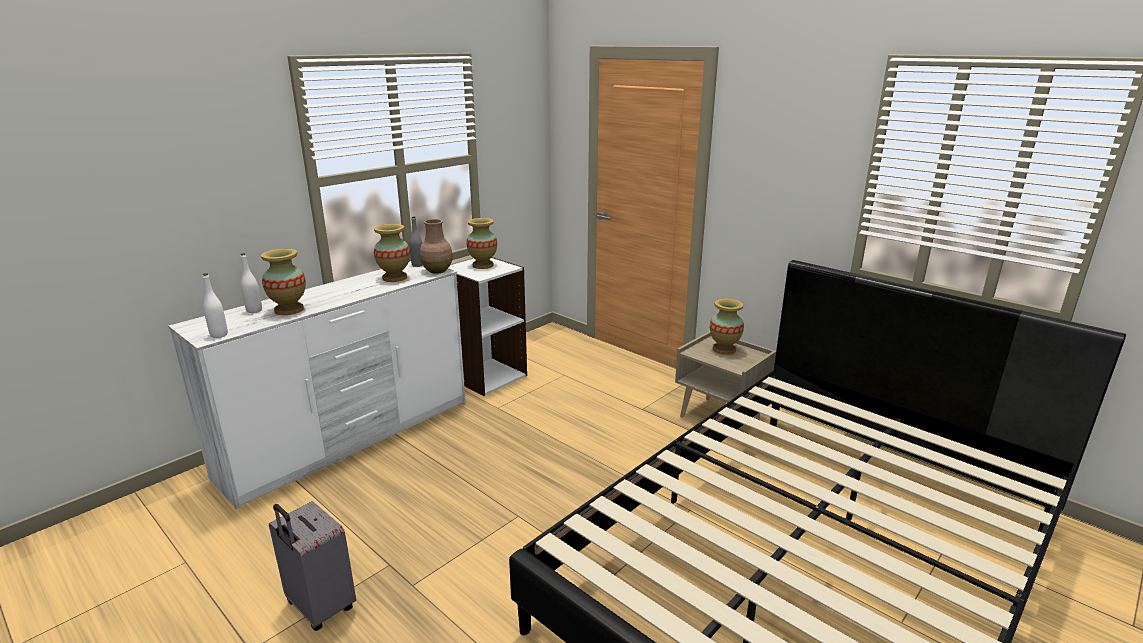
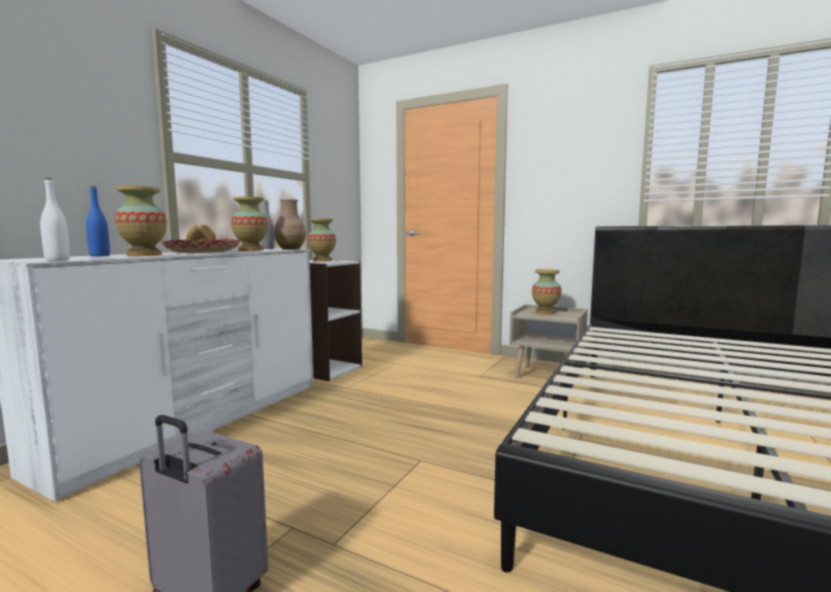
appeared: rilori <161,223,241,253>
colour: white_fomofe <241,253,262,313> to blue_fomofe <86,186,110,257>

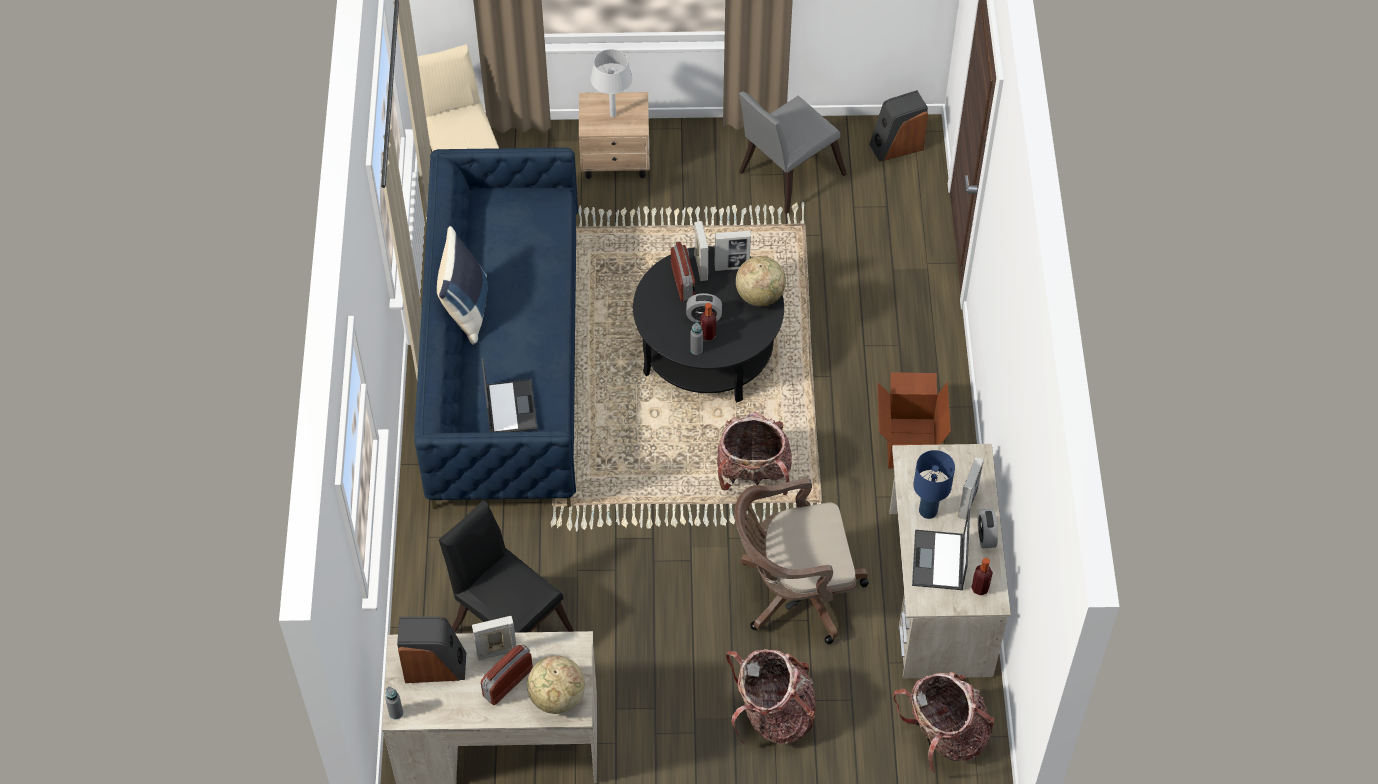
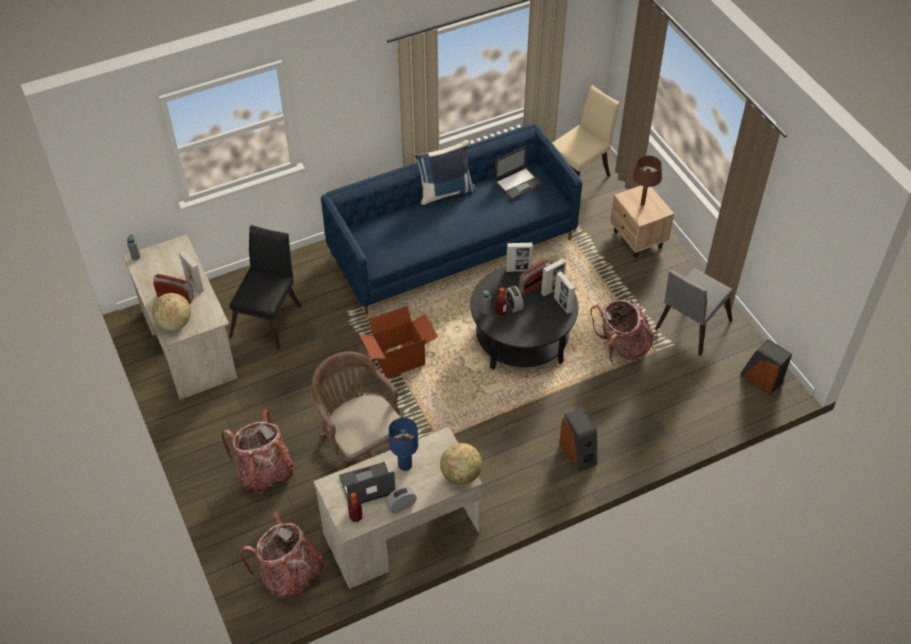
relocated: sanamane <736,256,786,307> to <440,443,482,485>; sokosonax <482,358,538,432> to <494,145,543,200>; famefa <877,372,951,469> to <360,306,438,379>; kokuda <717,411,792,496> to <590,299,654,365>; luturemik <958,457,984,520> to <506,242,533,272>; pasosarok <397,616,466,683> to <559,407,597,472>
colour: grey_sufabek <591,49,632,117> to brown_sufabek <632,155,662,206>
spun: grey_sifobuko <739,92,847,214> = <655,268,733,356> 75 degrees counterclockwise

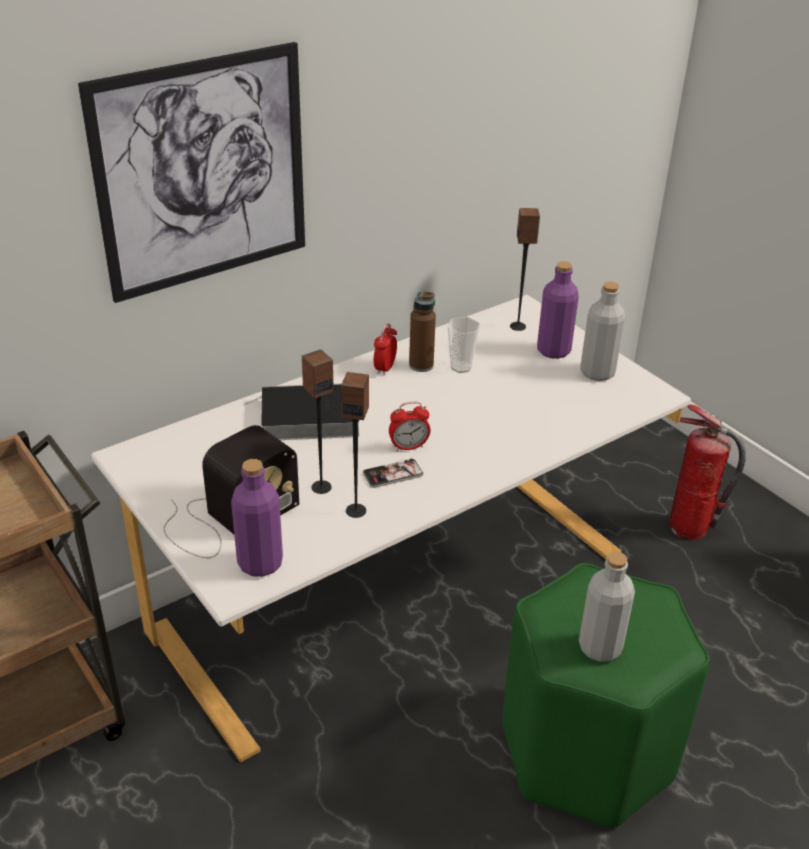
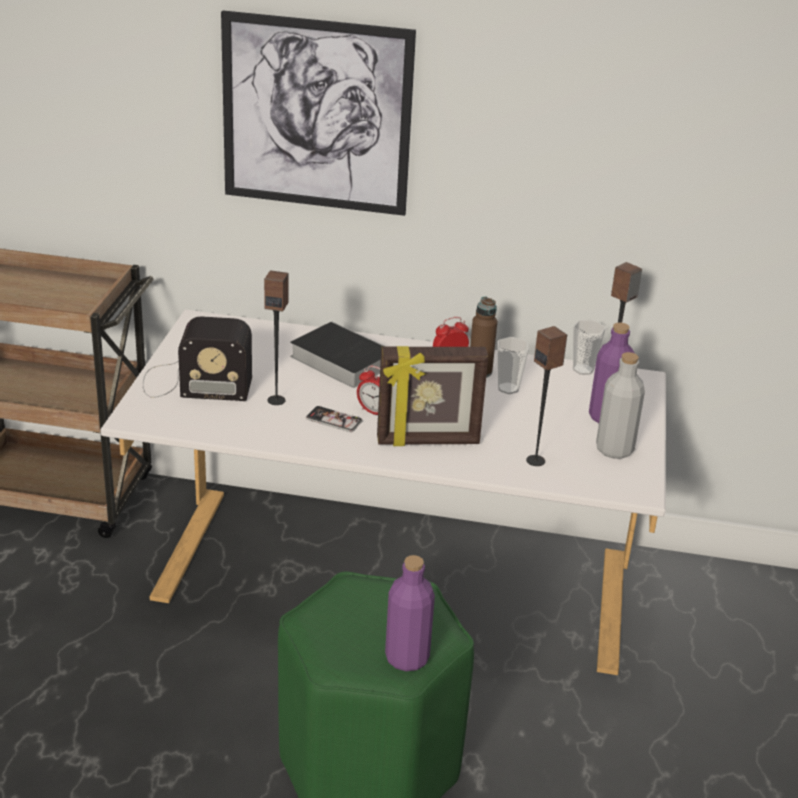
missing: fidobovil <669,404,746,540>; grey_fomofe <579,552,635,662>
appeared: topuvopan <573,320,606,375>; luturemik <377,346,488,446>
relocated: pasosarok <341,372,369,518> to <526,326,567,466>; purple_fomofe <231,459,283,577> to <385,555,435,671>

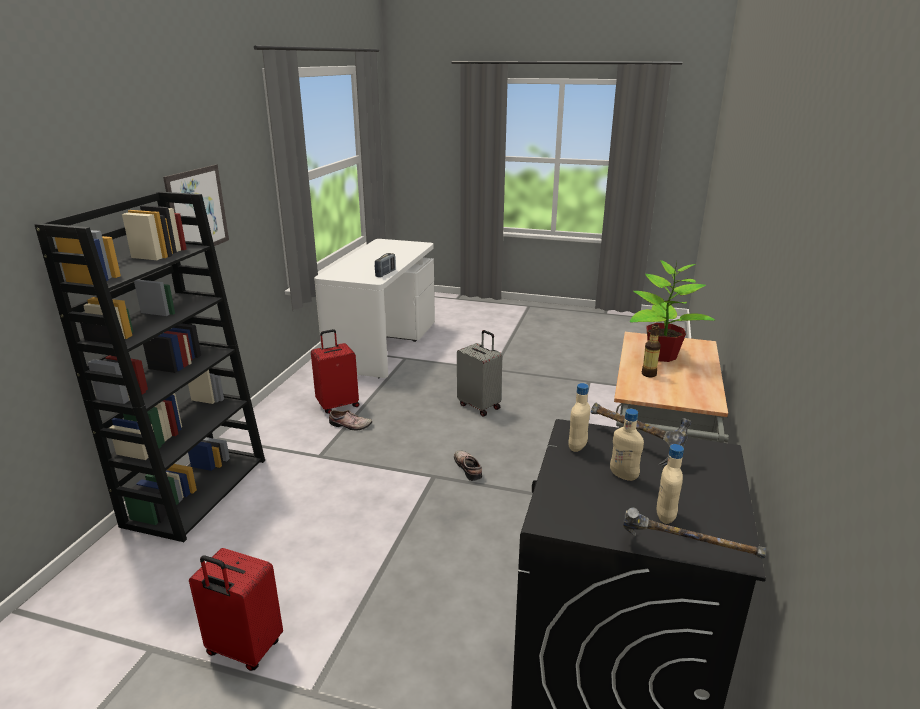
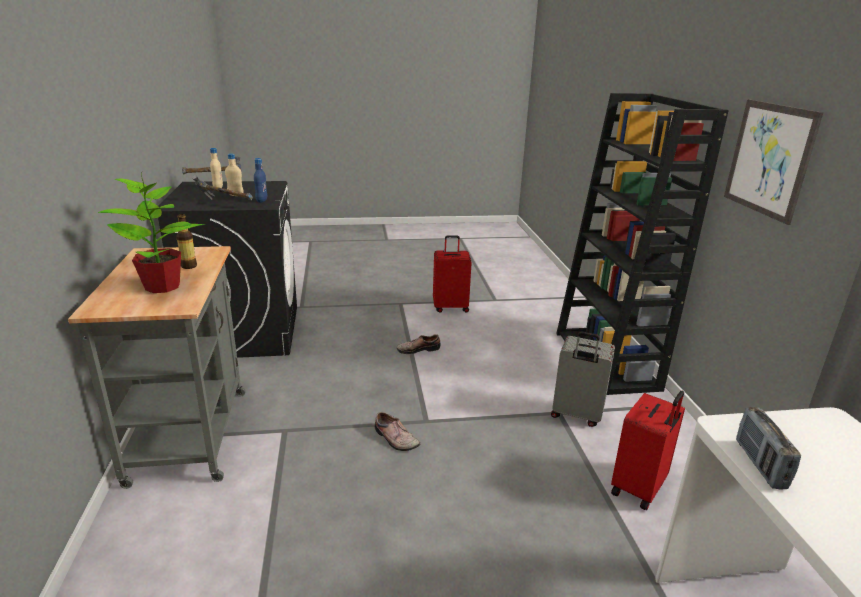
relocated: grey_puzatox <457,330,502,416> to <551,331,615,427>; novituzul <329,410,372,430> to <397,335,441,354>
colour: beige_fomofe <569,383,590,452> to blue_fomofe <254,158,267,203>

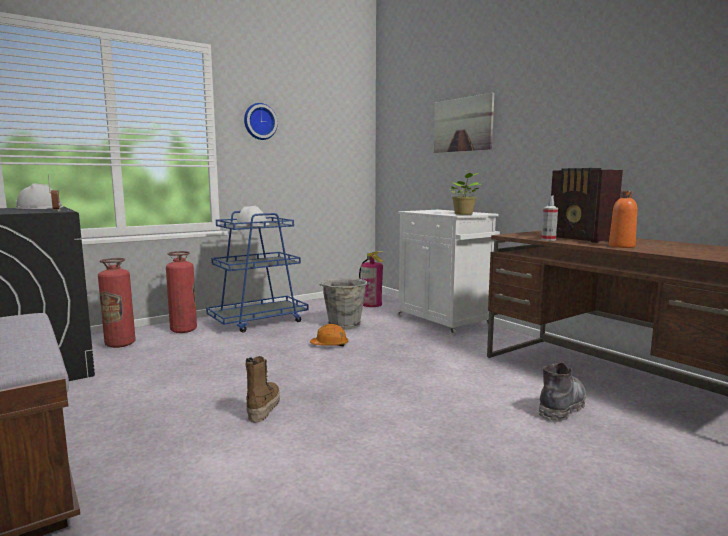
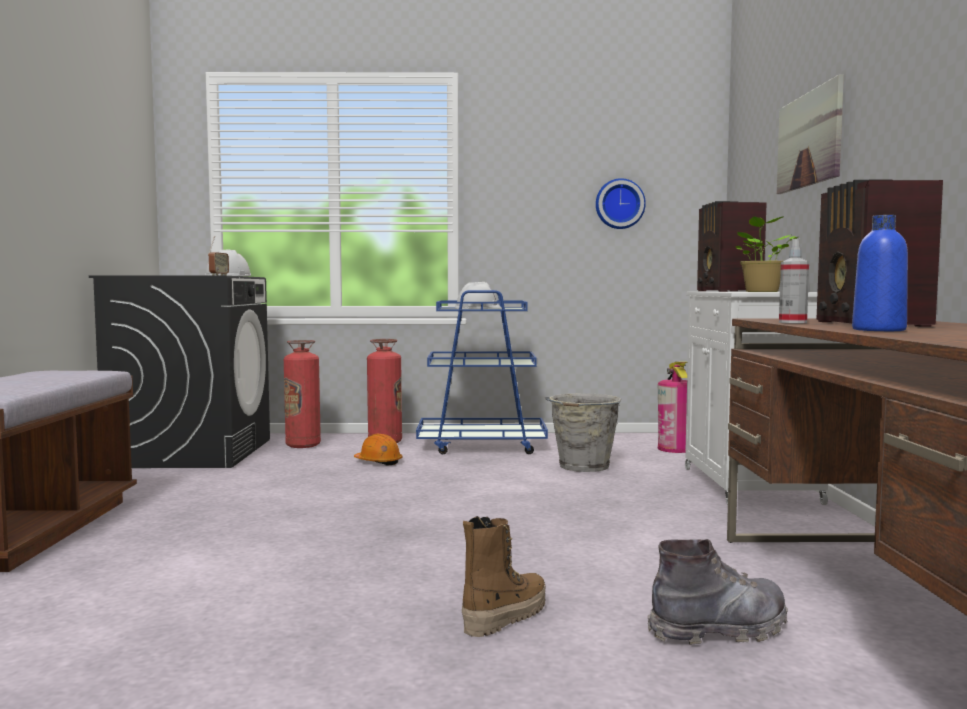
appeared: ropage <697,201,767,292>
relocated: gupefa <244,103,278,140> to <596,178,646,229>; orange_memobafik <310,324,348,346> to <354,434,402,466>; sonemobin <246,356,280,423> to <462,516,546,637>
colour: orange_fomofe <609,191,637,248> to blue_fomofe <852,215,908,331>

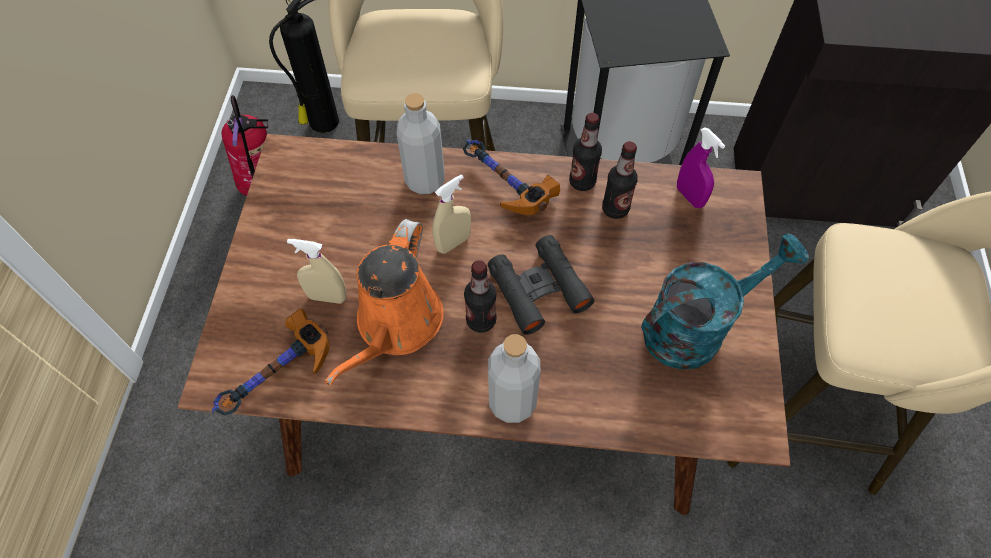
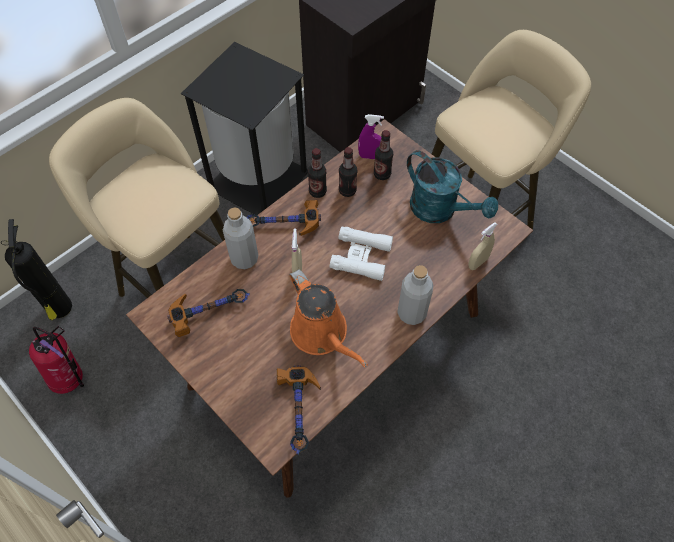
appeared: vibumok <167,289,250,337>
relocated: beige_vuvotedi <287,239,347,304> to <468,222,498,270>; fomofe <464,260,497,333> to <374,130,393,180>
colour: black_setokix <487,235,595,335> to white_setokix <330,226,393,281>
spun: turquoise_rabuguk <641,233,809,370> = <407,150,498,223> 120 degrees clockwise

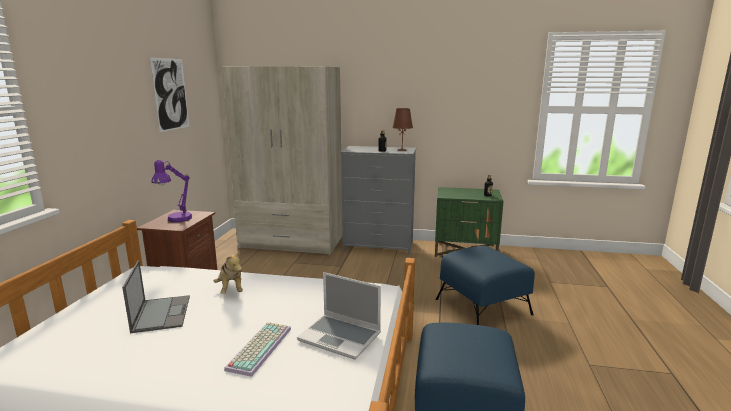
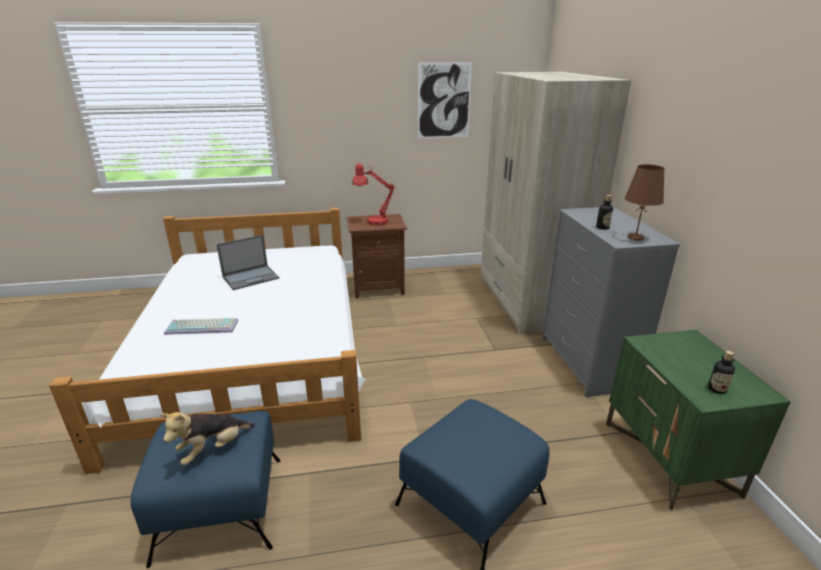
missing: sokosonax <297,272,381,360>
relocated: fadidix <214,250,243,294> to <160,412,255,466>
colour: purple_sufabek <151,160,192,222> to red_sufabek <352,163,395,225>

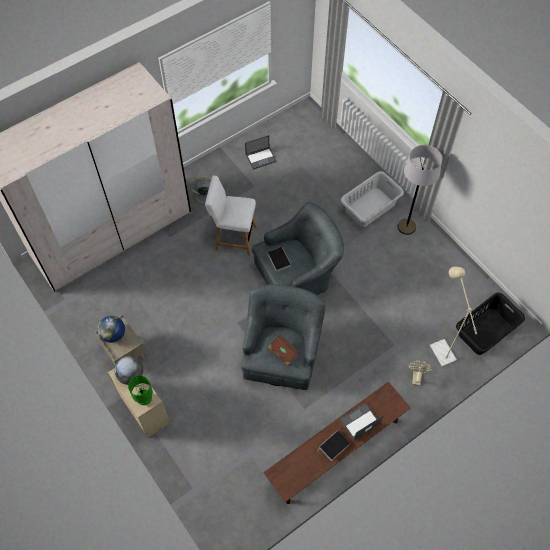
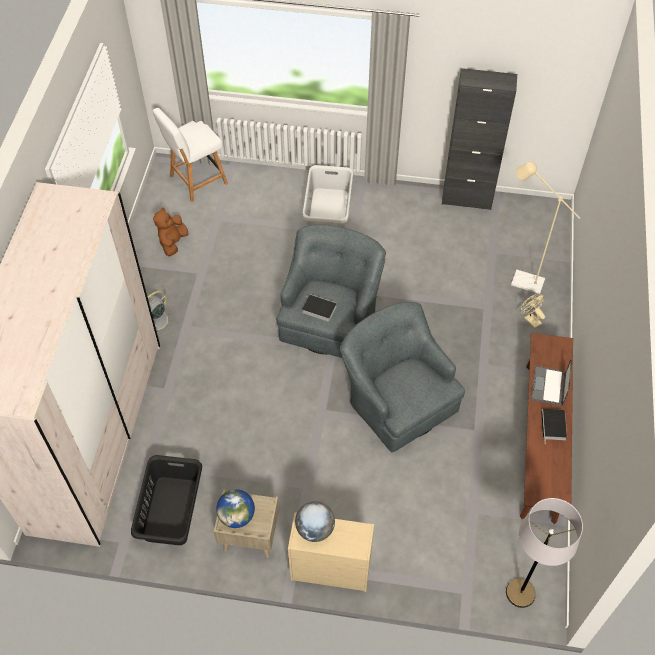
missing: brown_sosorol <267,334,299,366>; green_sufabek <128,375,153,405>
appeared: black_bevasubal <442,68,517,210>
relocated: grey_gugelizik <398,145,442,235> to <506,498,583,608>; white_sifobuko <205,175,257,256> to <152,108,228,202>; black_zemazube <456,293,525,355> to <131,455,202,545>
exchanged: sokosonax <245,135,277,170> to brown_fadidix <153,207,189,256>

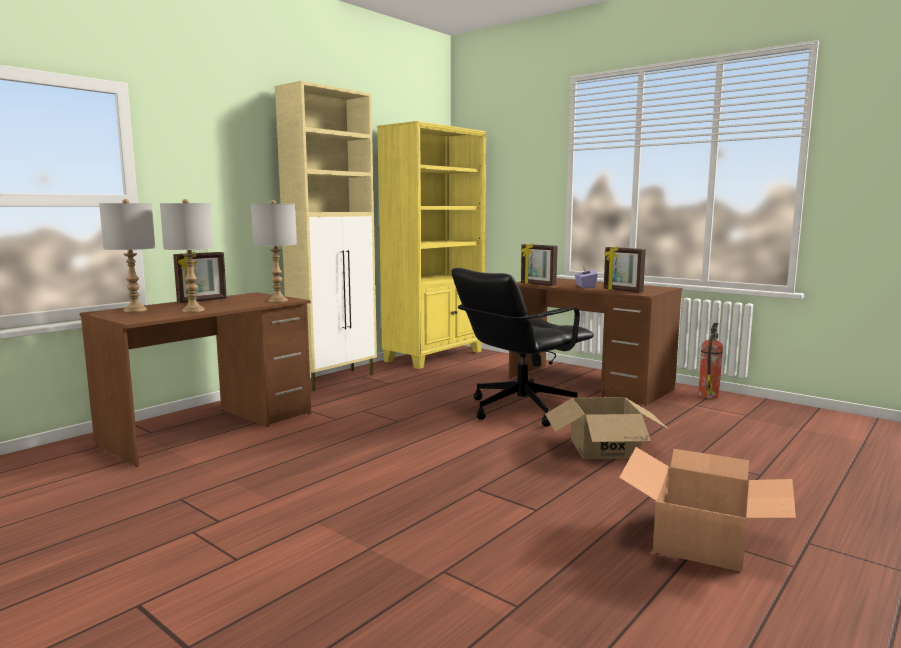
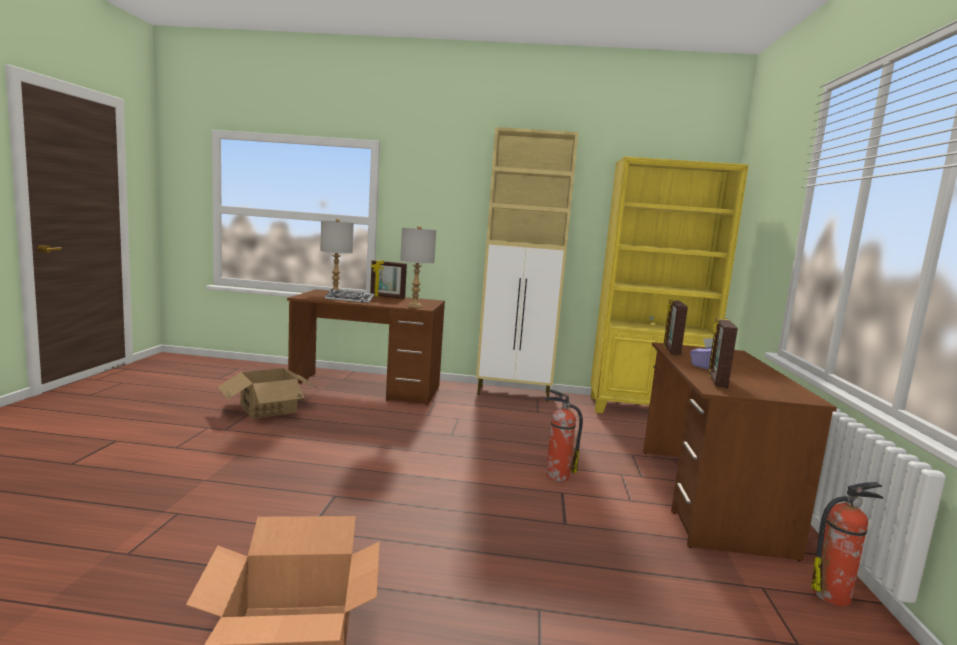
relocated: famefa <545,397,669,459> to <218,368,318,419>
exchanged: grey_sufabek <160,199,214,312> to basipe <325,289,374,303>; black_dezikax <451,268,594,427> to fidobovil <543,389,583,482>

